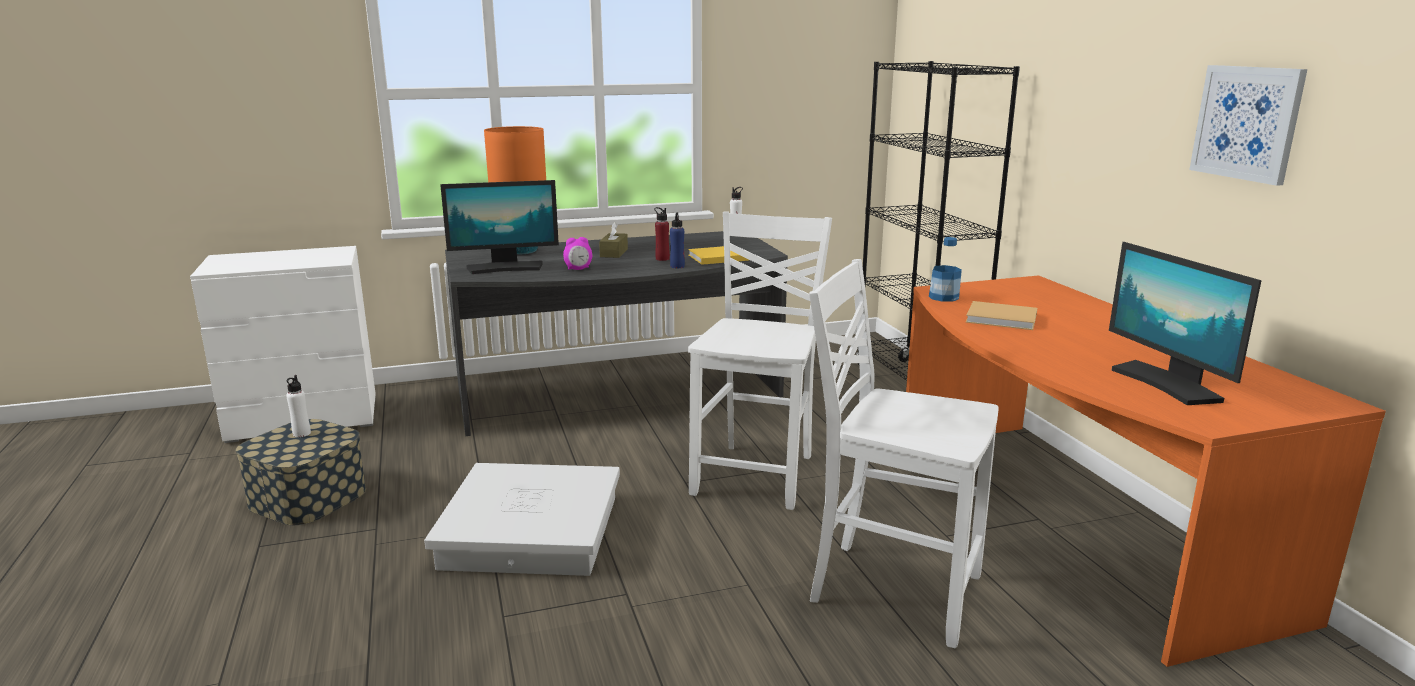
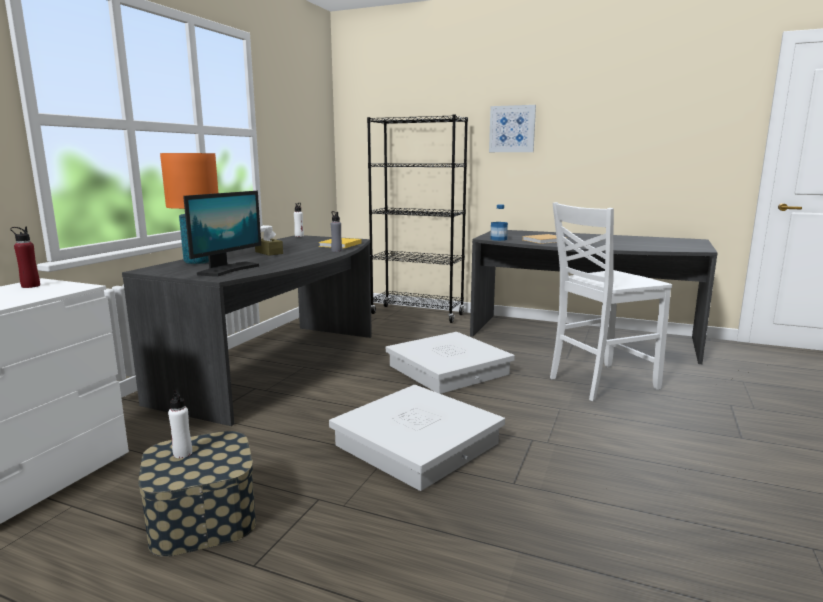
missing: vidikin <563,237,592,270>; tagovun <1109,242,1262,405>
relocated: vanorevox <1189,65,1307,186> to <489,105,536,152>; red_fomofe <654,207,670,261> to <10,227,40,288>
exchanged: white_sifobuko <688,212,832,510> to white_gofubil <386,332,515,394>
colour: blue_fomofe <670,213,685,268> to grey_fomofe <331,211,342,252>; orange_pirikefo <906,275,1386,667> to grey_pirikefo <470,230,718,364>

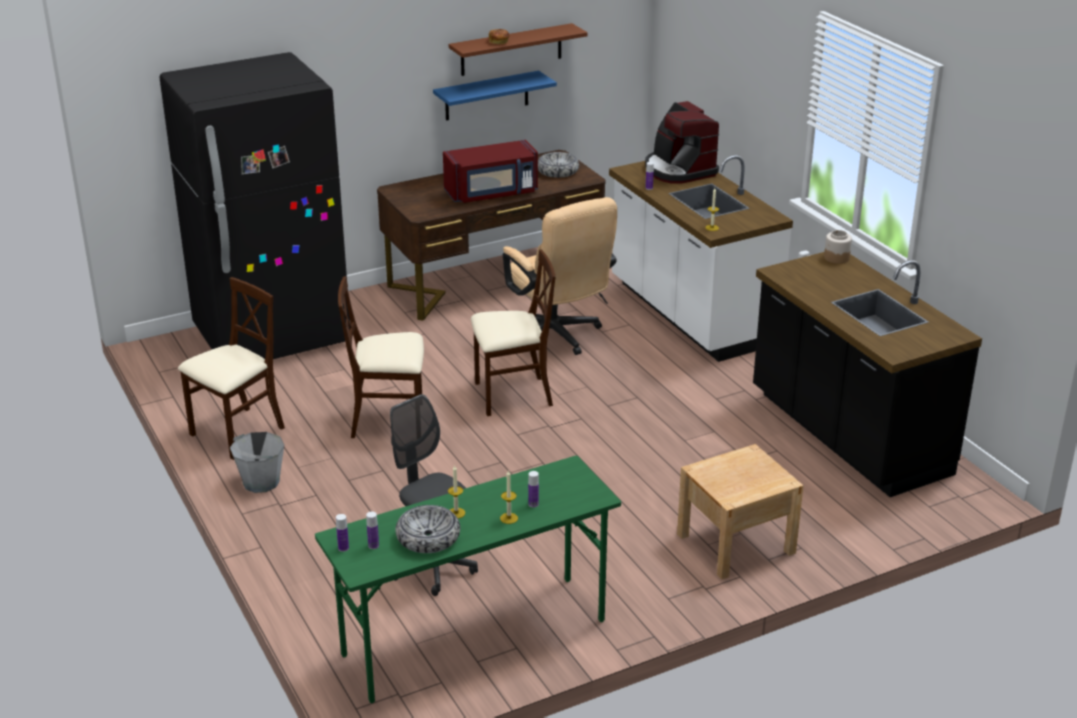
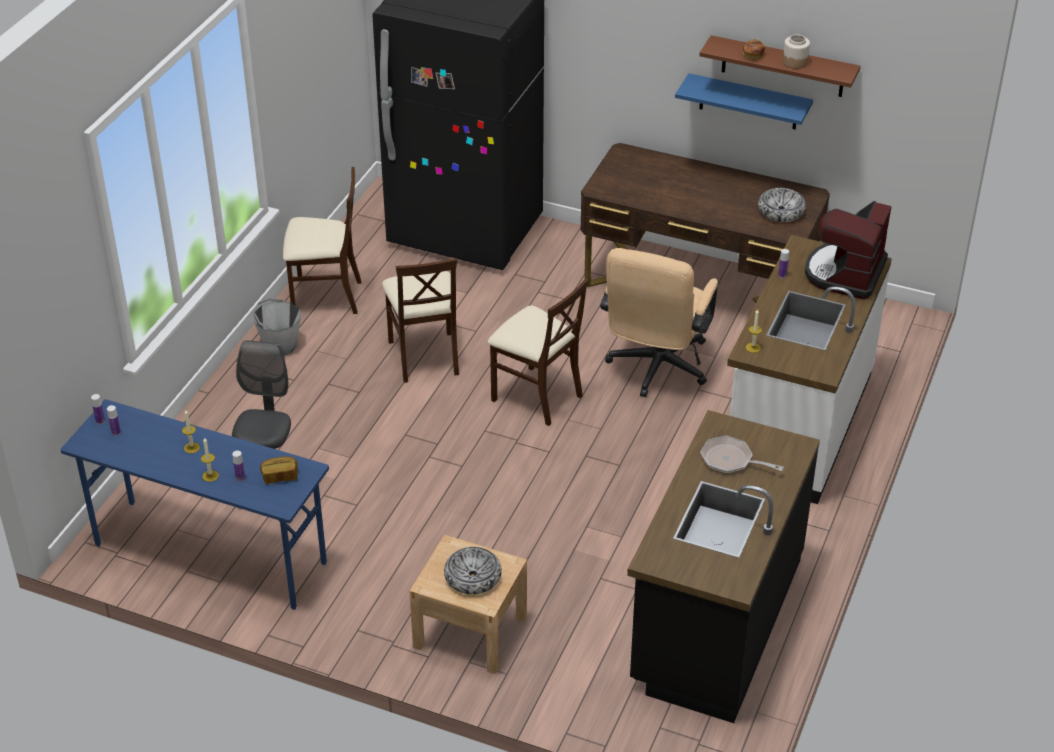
missing: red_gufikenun <443,140,538,203>
appeared: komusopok <700,436,784,474>; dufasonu <260,456,298,484>
relocated: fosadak <824,230,852,264> to <783,34,810,69>; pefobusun <395,505,460,553> to <444,547,502,595>
colour: green_pirikefo <315,456,621,703> to blue_pirikefo <60,400,329,610>
spun: beige_sifobuko <338,276,424,438> = <382,258,459,383> 150 degrees counterclockwise

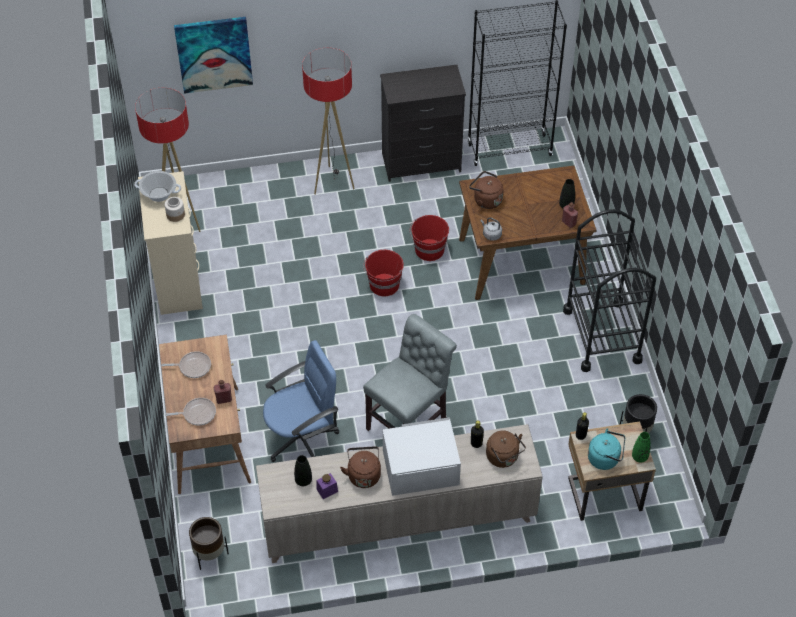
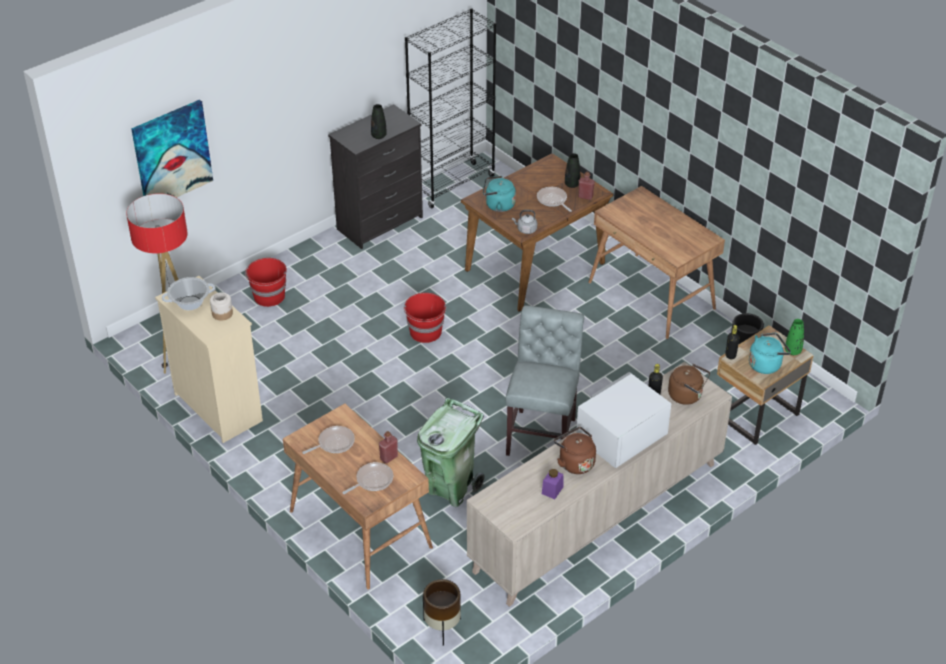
missing: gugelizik <302,48,355,195>
appeared: komusopok <537,187,572,212>
relocated: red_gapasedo <410,215,449,261> to <245,258,287,307>; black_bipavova <294,455,312,486> to <371,104,387,139>
exchanged: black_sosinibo <563,209,656,372> to brown_pirikefo <588,186,725,339>; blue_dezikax <263,340,339,462> to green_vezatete <417,398,485,507>
colour: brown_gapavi <469,171,503,209> to turquoise_gapavi <483,176,516,212>

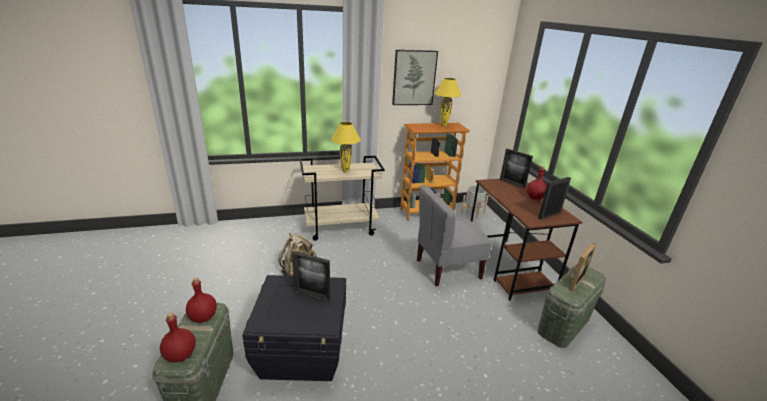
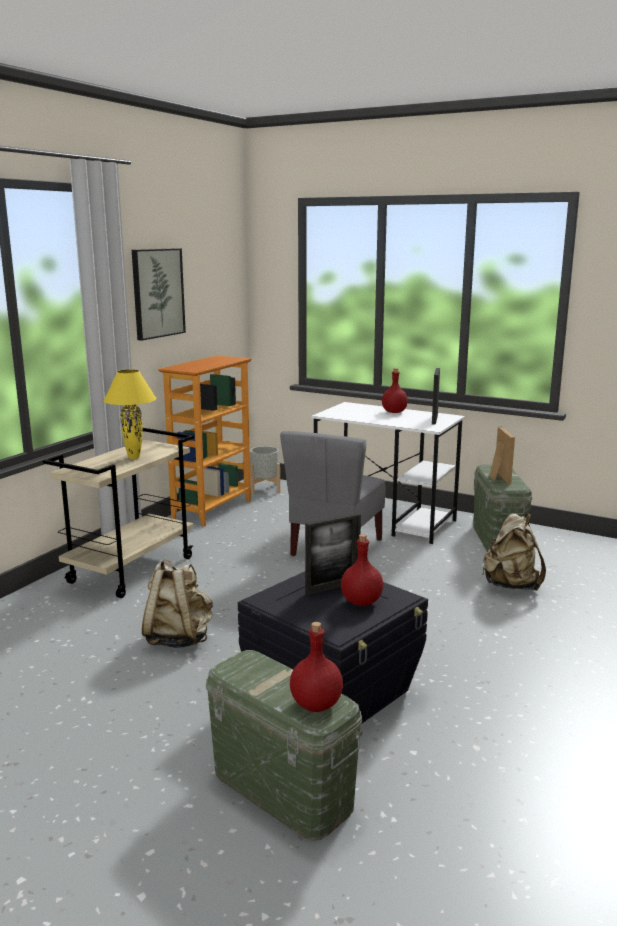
missing: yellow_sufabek <434,78,462,126>; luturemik <500,149,533,188>
appeared: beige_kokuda <482,513,546,591>
relocated: red_fomofe <186,278,217,323> to <341,534,383,606>
colour: brown_pirikefo <471,179,582,301> to white_pirikefo <311,402,465,544>

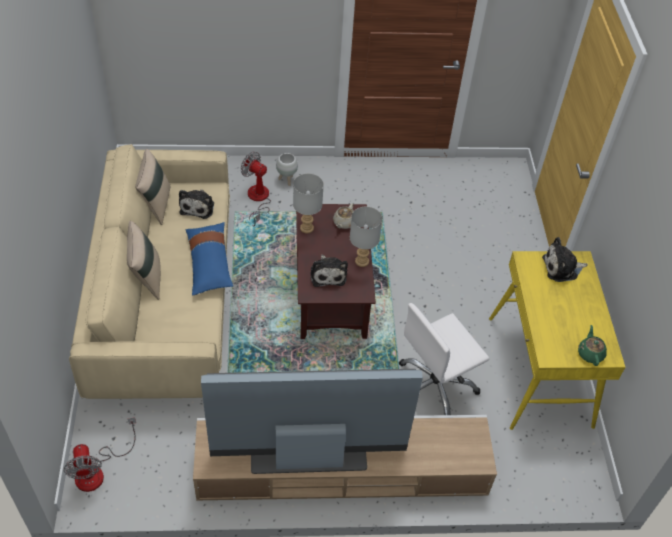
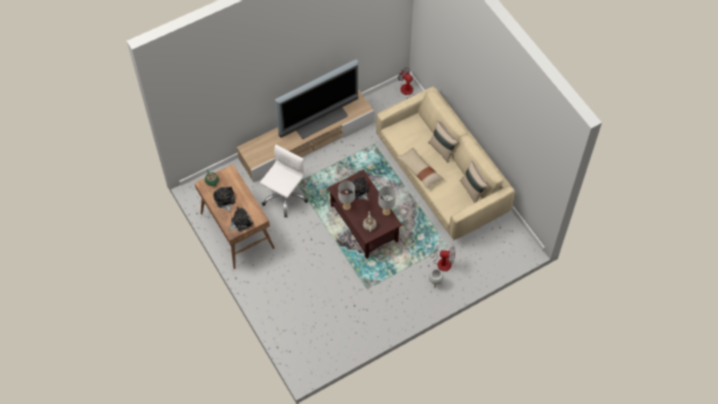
relocated: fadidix <179,189,214,219> to <213,186,235,212>
colour: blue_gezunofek <186,222,233,295> to beige_gezunofek <397,147,444,188>; yellow_pirikefo <489,251,625,430> to brown_pirikefo <195,164,275,269>

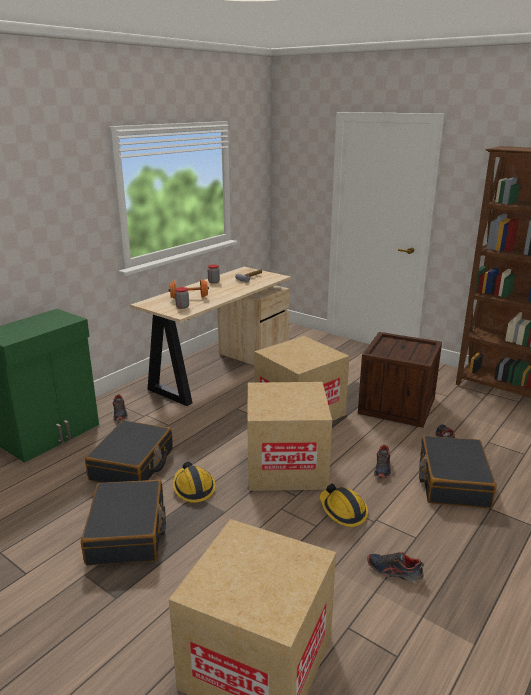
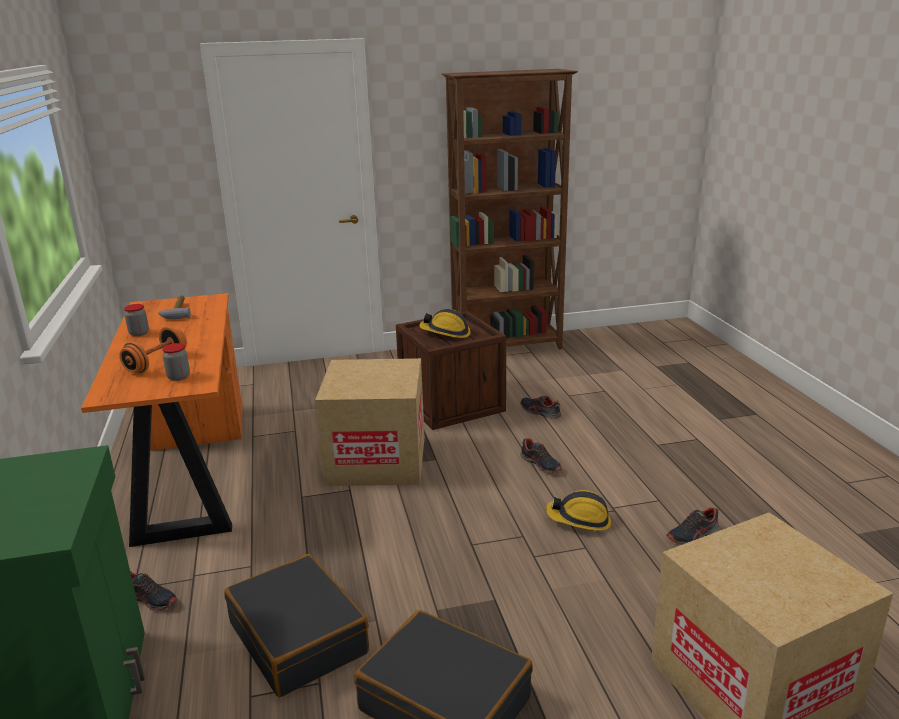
missing: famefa <247,382,332,491>; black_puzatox <419,436,497,508>
relocated: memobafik <173,462,216,503> to <419,309,471,338>
colour: beige_pirikefo <130,267,291,406> to orange_pirikefo <81,293,243,547>

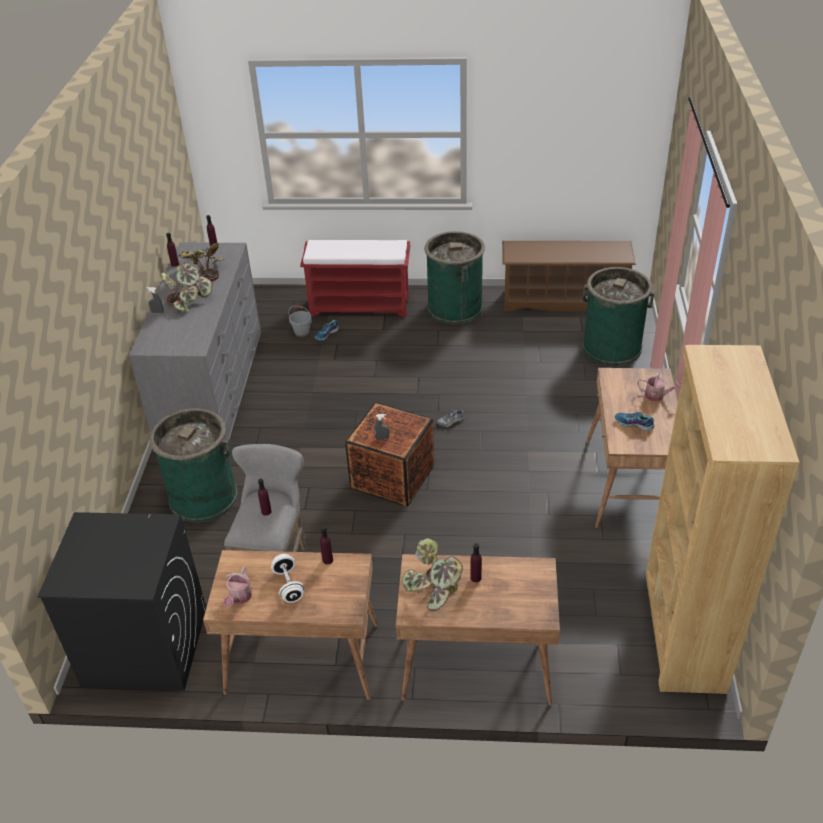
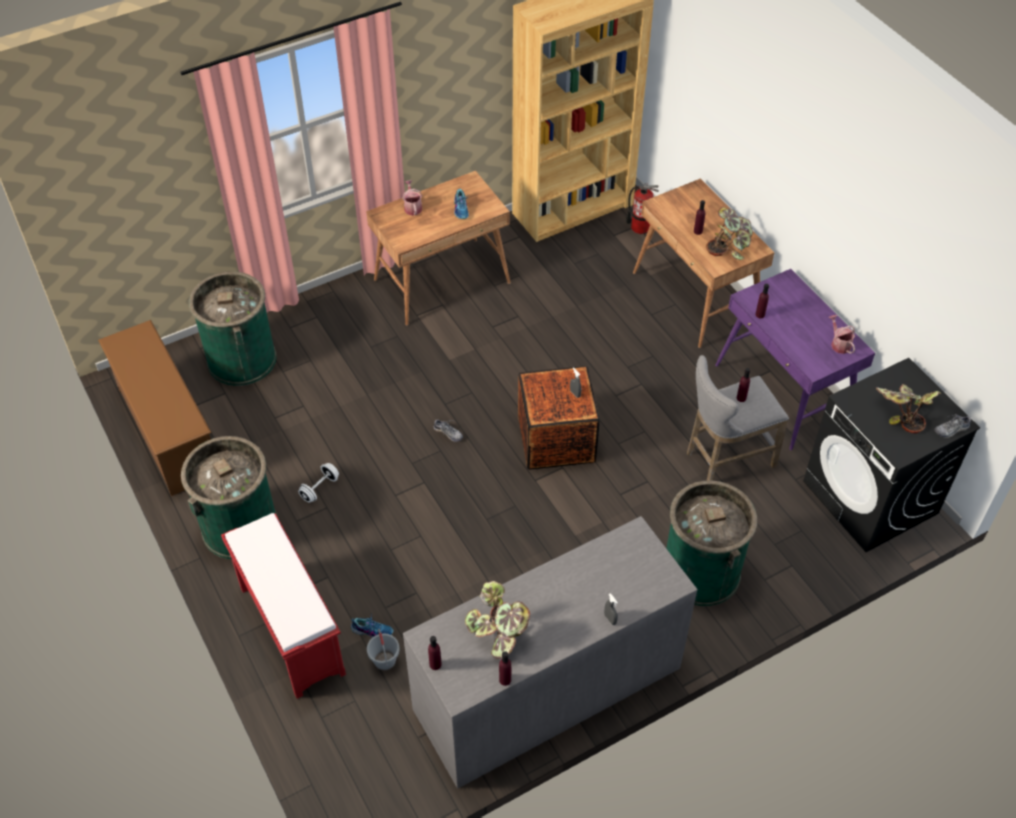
appeared: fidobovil <626,183,659,234>; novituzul <934,414,971,438>
relocated: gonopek <161,263,213,311> to <876,384,941,434>; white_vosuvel <271,554,304,603> to <298,463,339,503>
colour: brown_pirikefo <203,550,378,700> to purple_pirikefo <715,269,875,450>
spun: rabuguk <223,567,252,607> = <829,315,855,354> 90 degrees counterclockwise

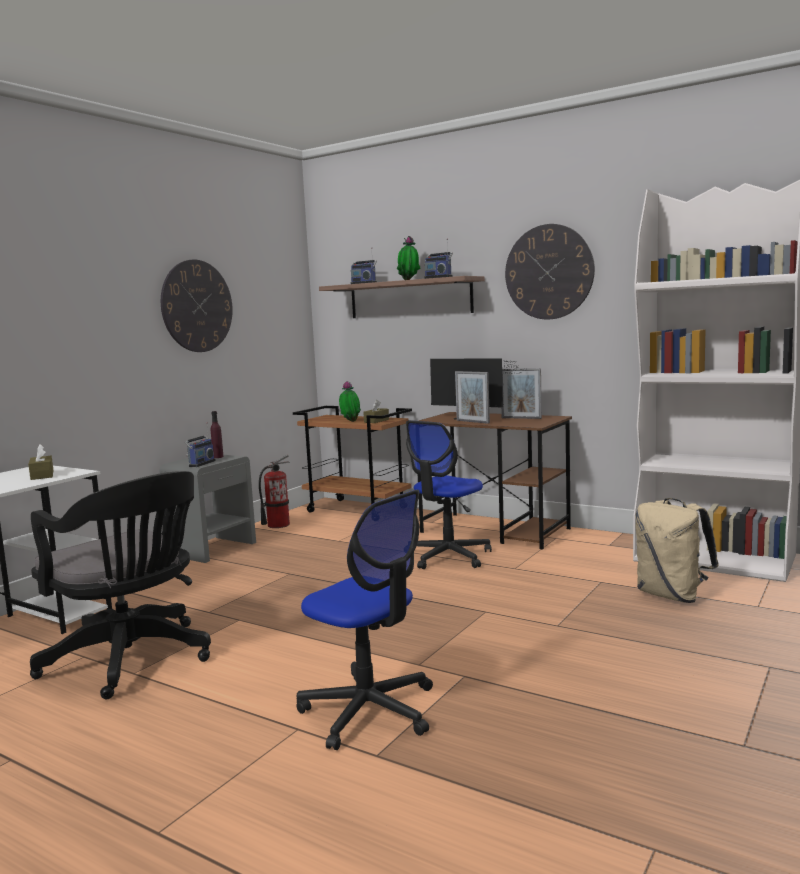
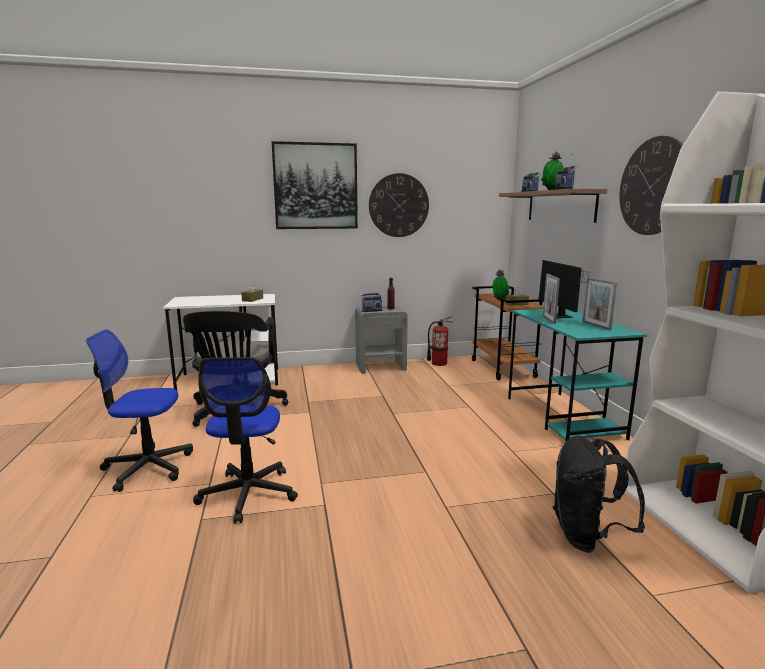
appeared: vanorevox <272,141,358,229>
relocated: dezikax <406,420,492,569> to <86,329,193,492>
colour: brown_pirikefo <418,412,572,549> to turquoise_pirikefo <508,308,647,442>; beige_kokuda <635,498,719,603> to black_kokuda <552,436,645,553>

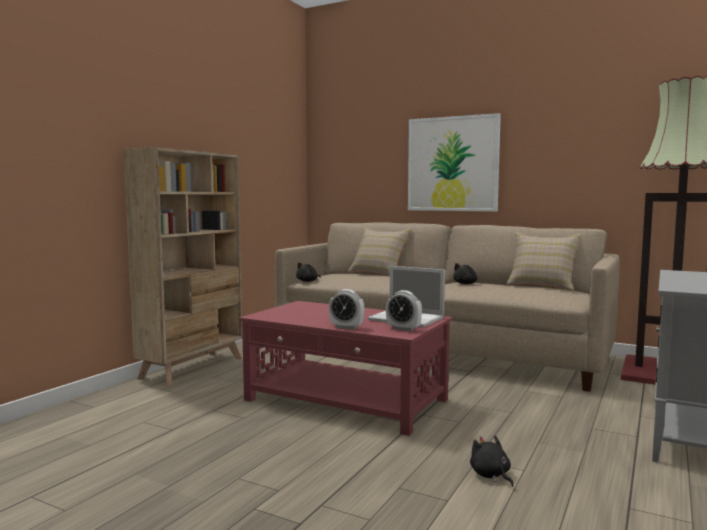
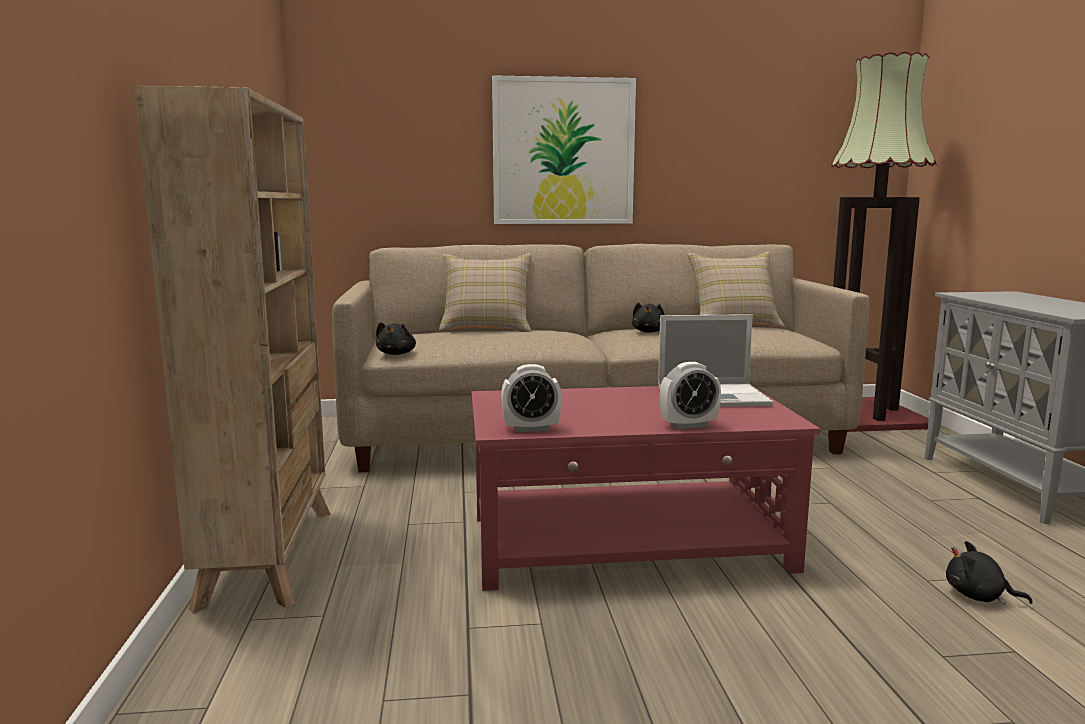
relocated: vidikin <386,290,422,331> to <501,364,562,432>

